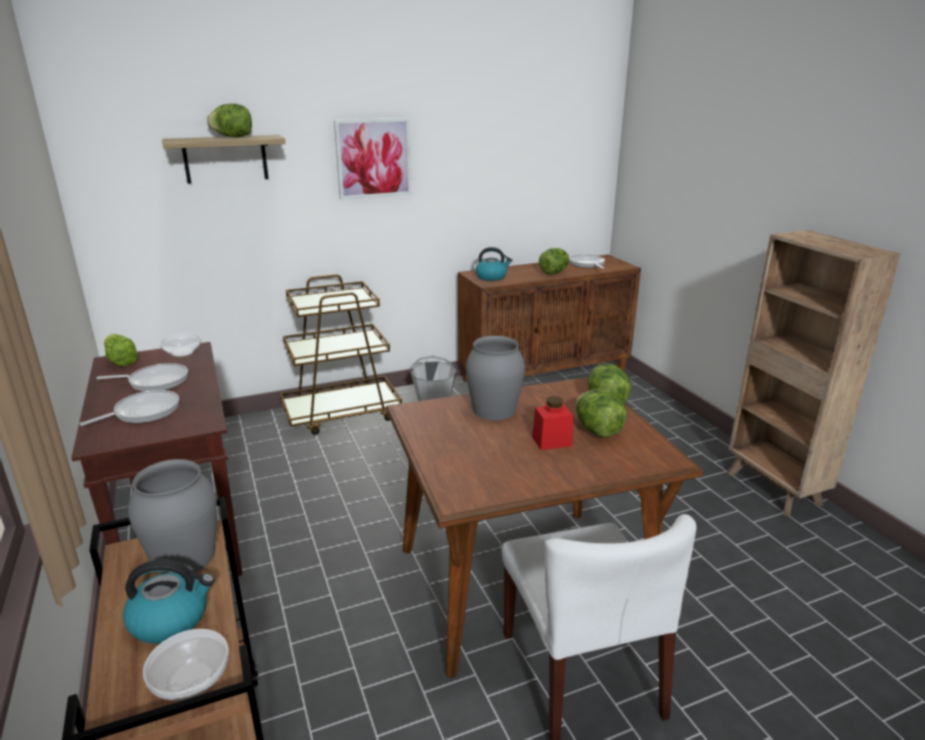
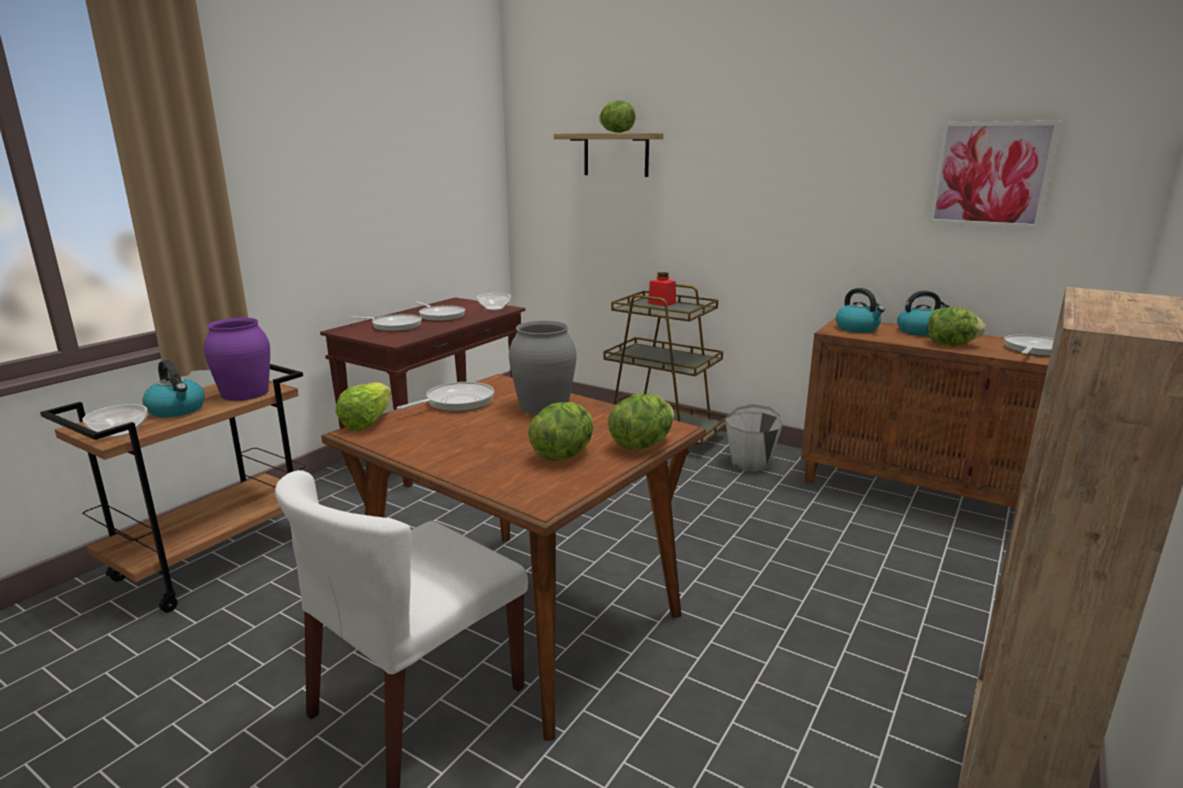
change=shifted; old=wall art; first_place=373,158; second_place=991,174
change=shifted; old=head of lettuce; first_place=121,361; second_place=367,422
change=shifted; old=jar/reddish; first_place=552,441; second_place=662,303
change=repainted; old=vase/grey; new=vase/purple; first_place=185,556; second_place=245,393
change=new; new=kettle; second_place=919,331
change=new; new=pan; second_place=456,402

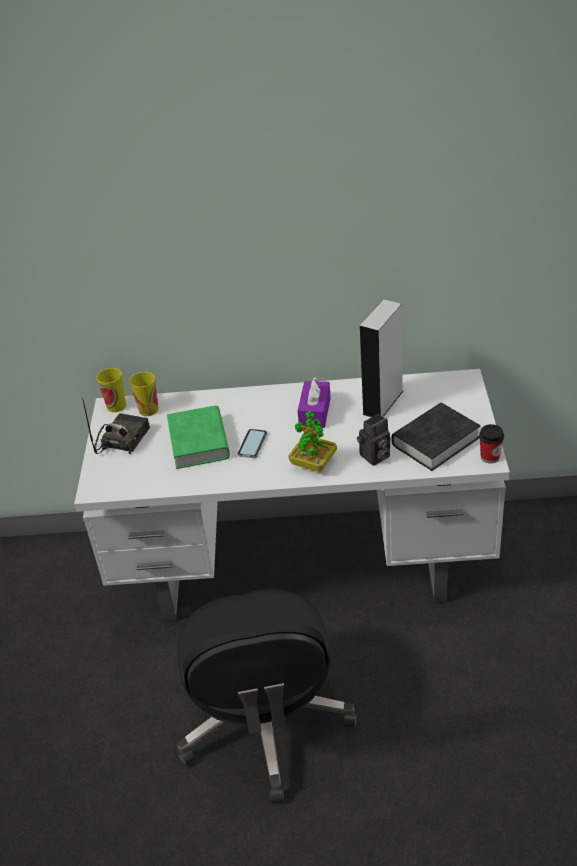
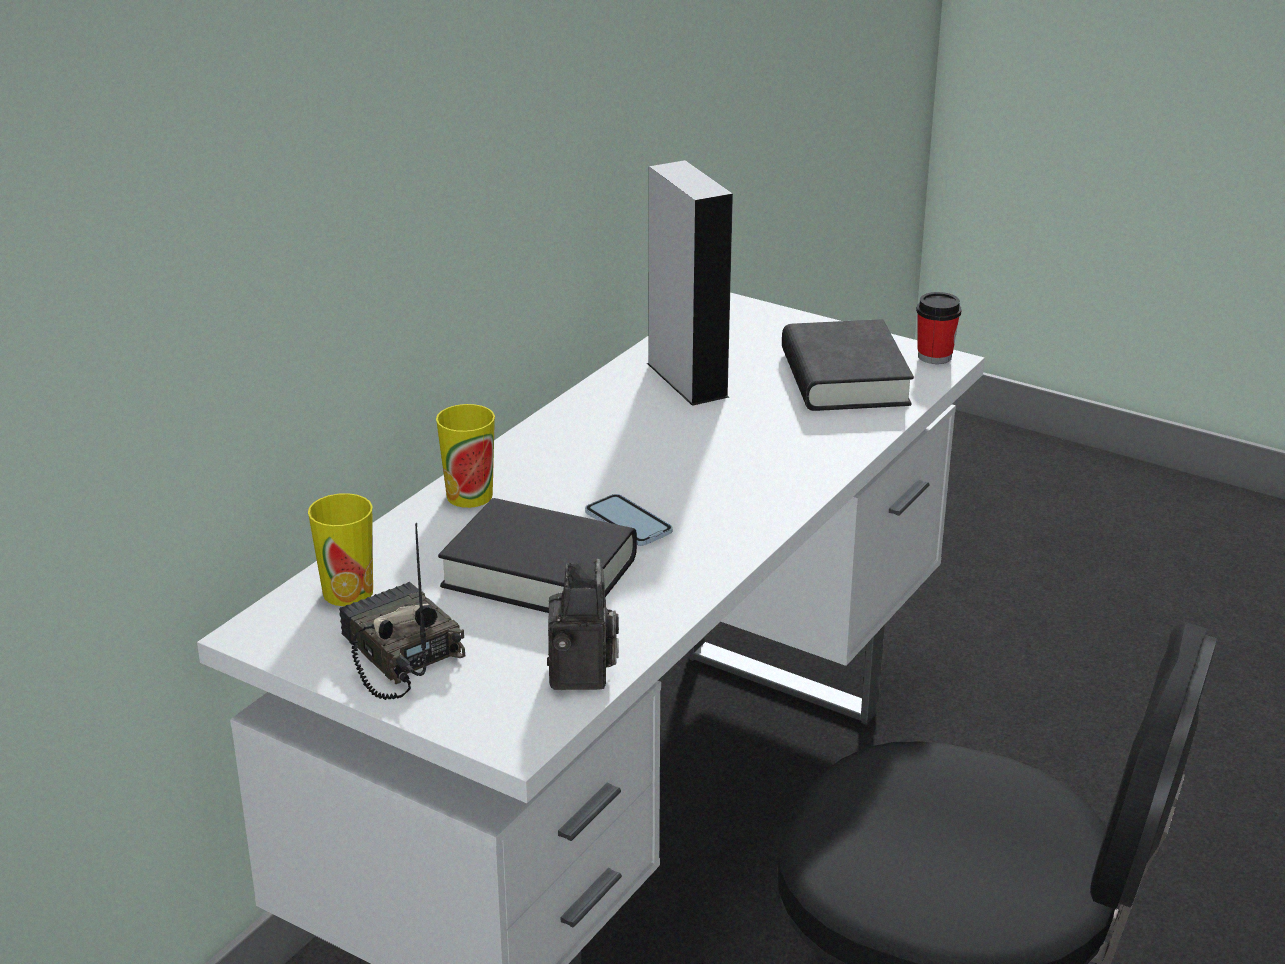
change=shifted; old=small cup; first_place=116,406; second_place=469,496
change=gone; old=tissue holder/purple; first_place=315,412
change=repainted; old=volume/green-coloured; new=volume/black; first_place=199,442; second_place=539,572
change=gone; old=houseplant; first_place=313,464
change=shifted; old=photo camera; first_place=375,457; second_place=583,675

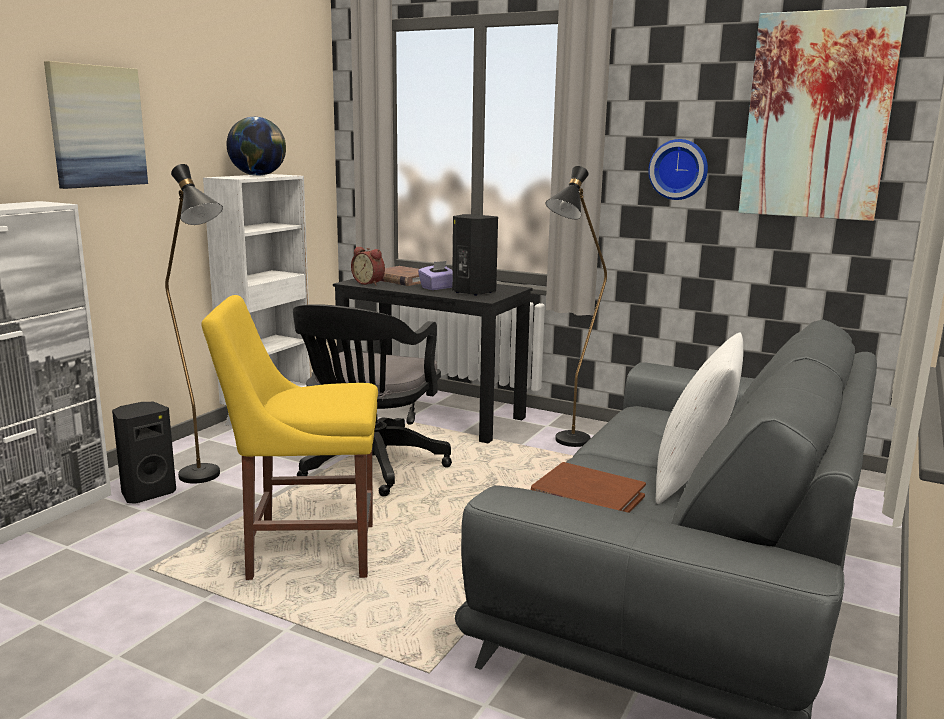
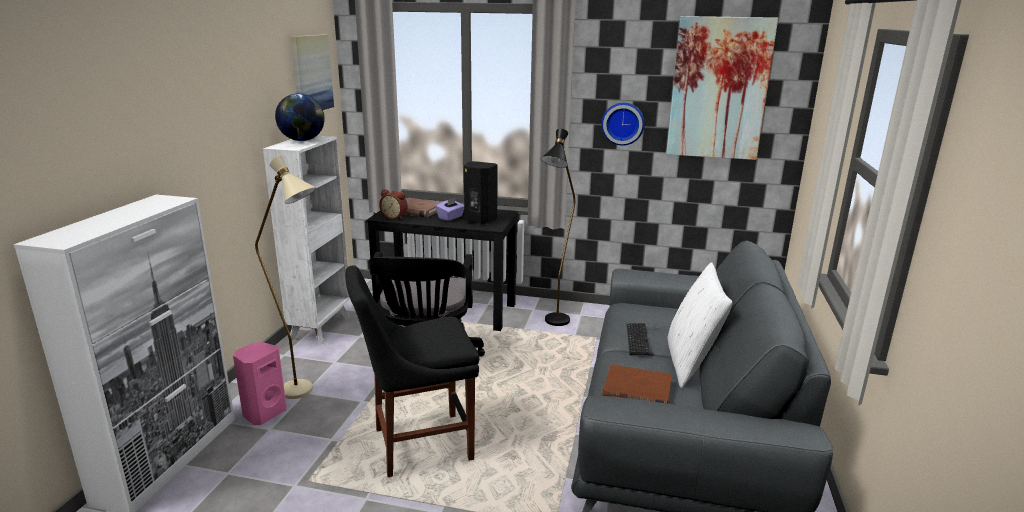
change=shifted; old=wall art; first_place=96,126; second_place=311,73
change=repainted; old=standing lamp/black; new=standing lamp/beige-coloured; first_place=207,479; second_place=305,393
change=repainted; old=upright chair/yellow; new=upright chair/black; first_place=305,551; second_place=417,445
change=repainted; old=loudspeaker/black; new=loudspeaker/pinkish; first_place=147,493; second_place=263,413
change=new; new=keyboard; second_place=637,340

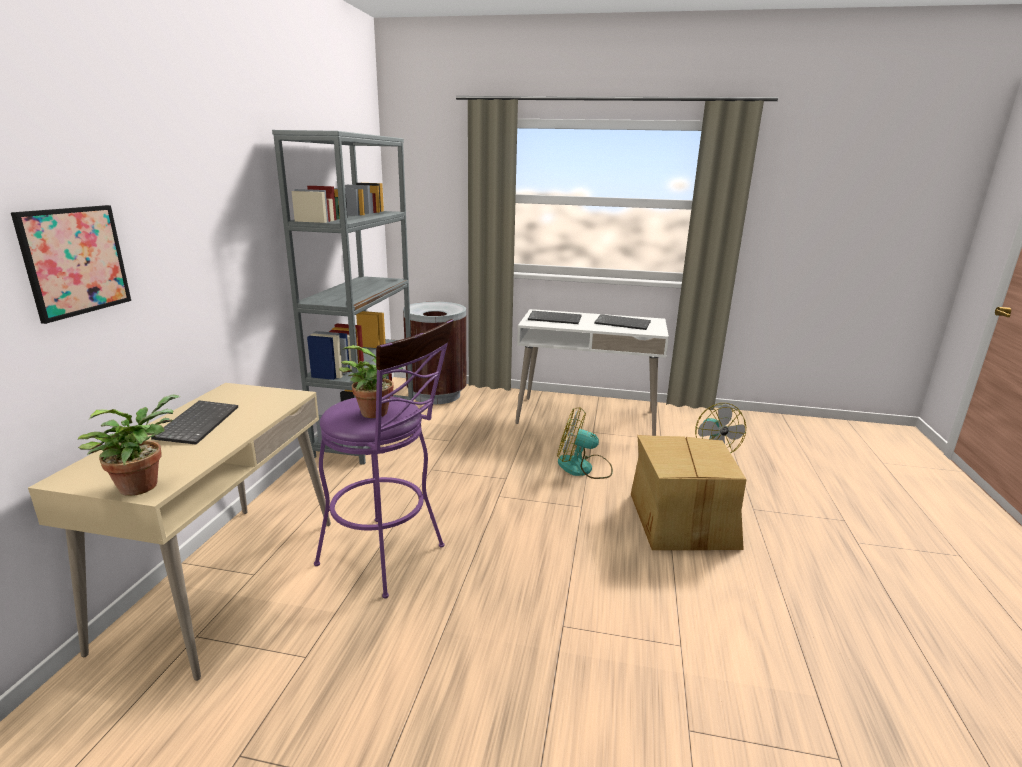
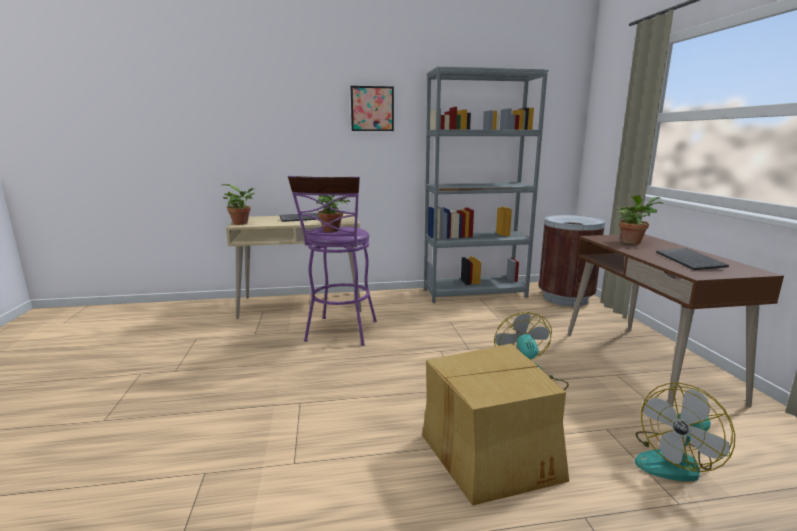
change=shifted; old=wall art; first_place=75,261; second_place=372,109
change=repainted; old=desk/whitish; new=desk/brown-coloured; first_place=586,417; second_place=645,366
change=swapped; old=keyboard; new=houseplant; first_place=555,319; second_place=632,241

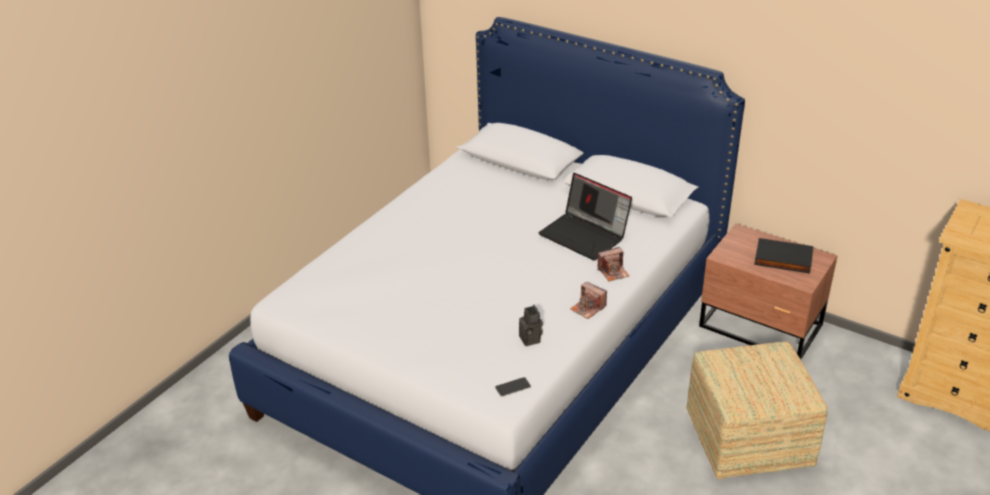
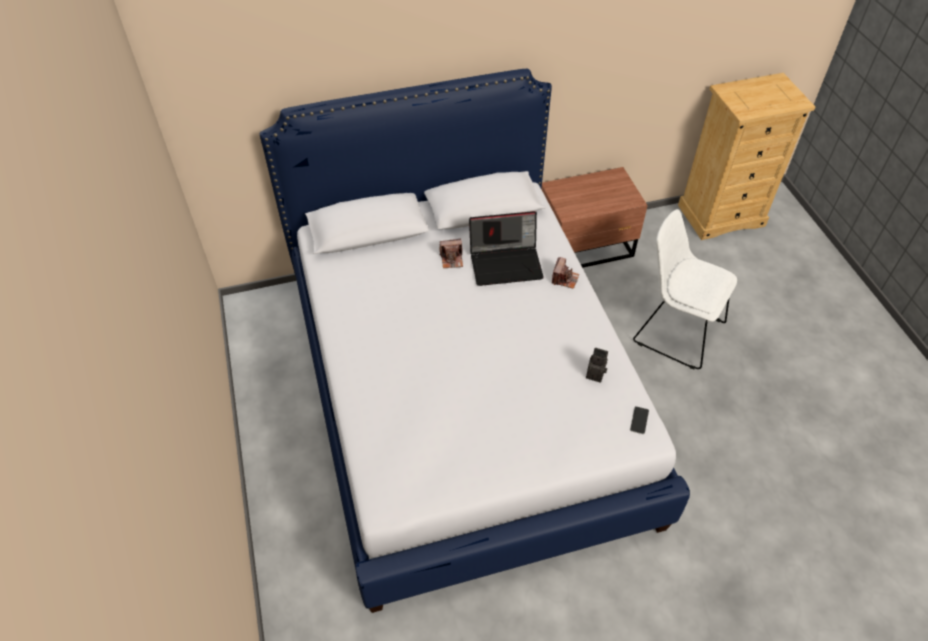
change=gone; old=volume/black; first_place=782,259
change=shifted; old=photo camera; first_place=587,308; second_place=452,259
change=swapped; old=pouffe; new=upright chair/whitish; first_place=749,439; second_place=675,330

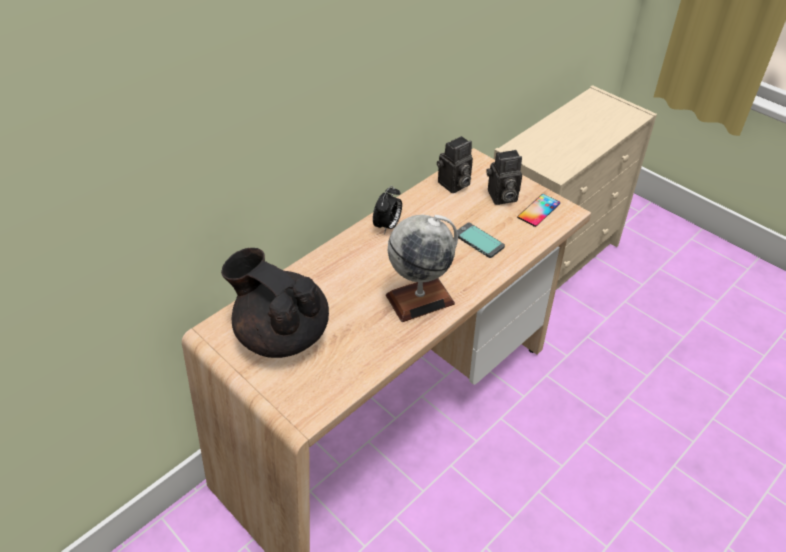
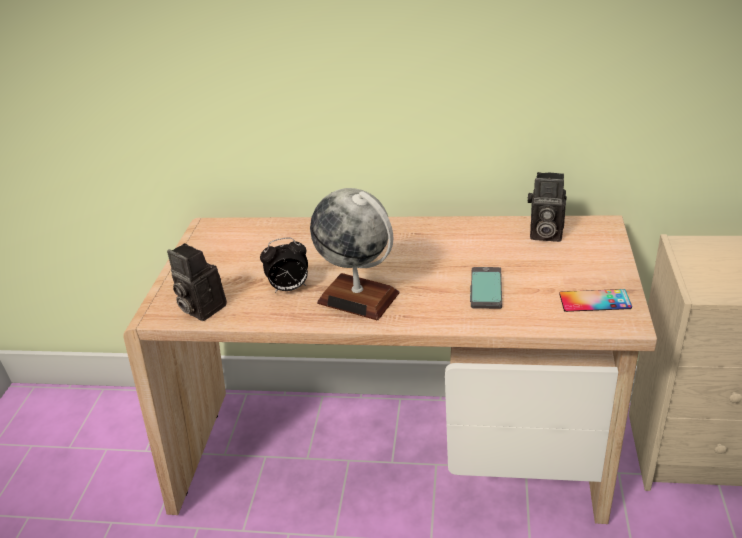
change=shifted; old=photo camera; first_place=501,197; second_place=201,308
change=shifted; old=table clock; first_place=388,226; second_place=289,288
change=gone; old=pot for tea/black; first_place=282,334

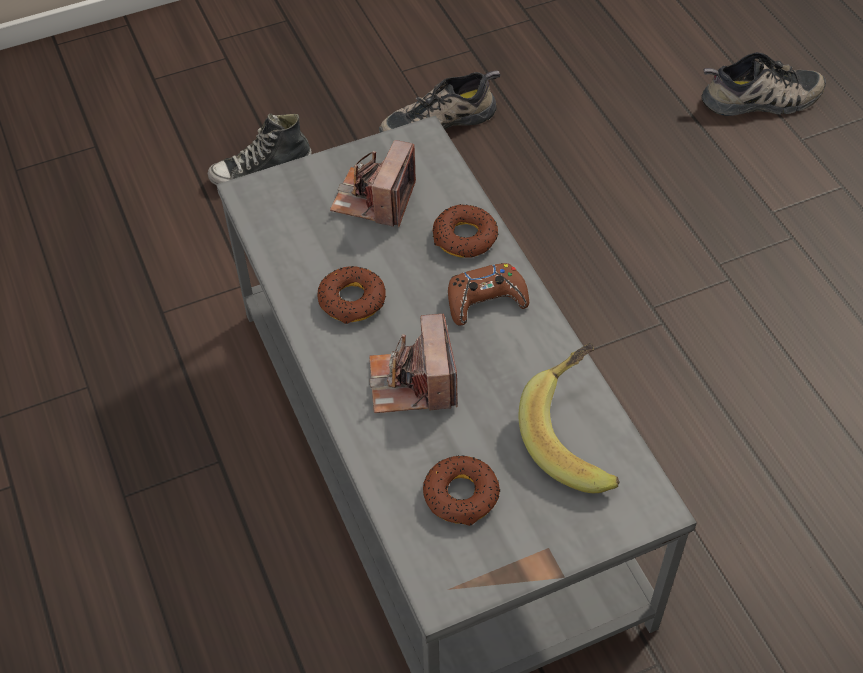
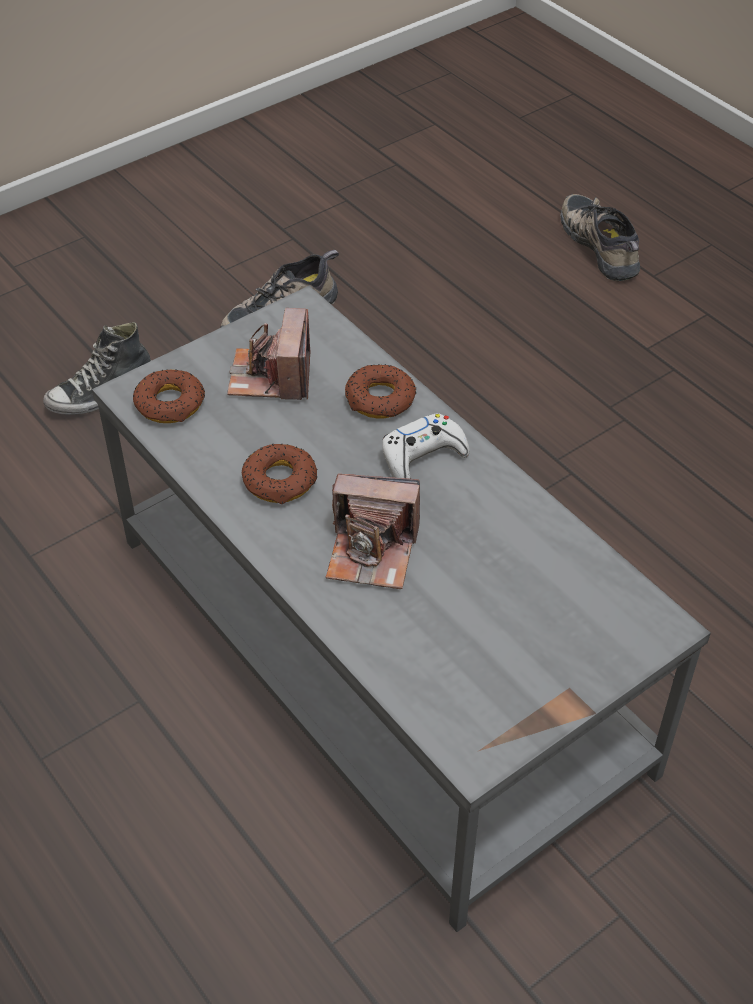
change=rotated; old=low shoe; first_place=760,101; second_place=602,245; degrees=-90
change=repainted; old=game controller/brown-coloured; new=game controller/whitish; first_place=485,300; second_place=422,456
change=rotated; old=photo camera; first_place=413,383; second_place=372,551; degrees=-60
change=gone; old=whole banana; first_place=578,436
change=shifted; old=doughnut; first_place=461,495; second_place=170,403

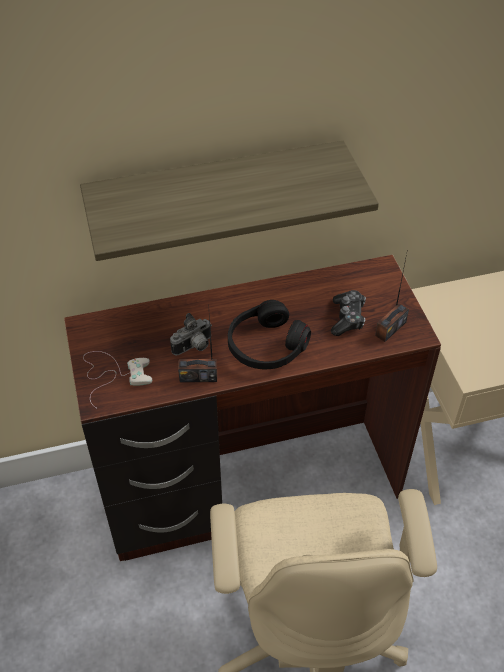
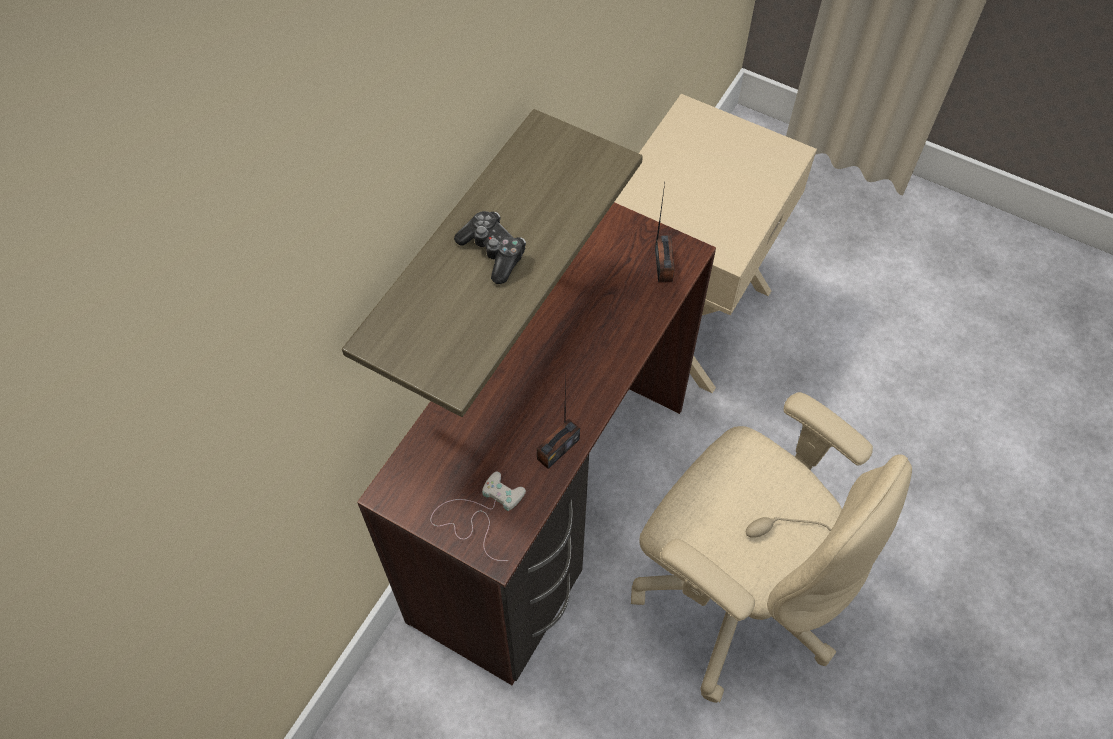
change=shifted; old=game controller; first_place=347,318; second_place=493,252
change=gone; old=headset/black; first_place=266,345
change=gone; old=photo camera; first_place=194,347

